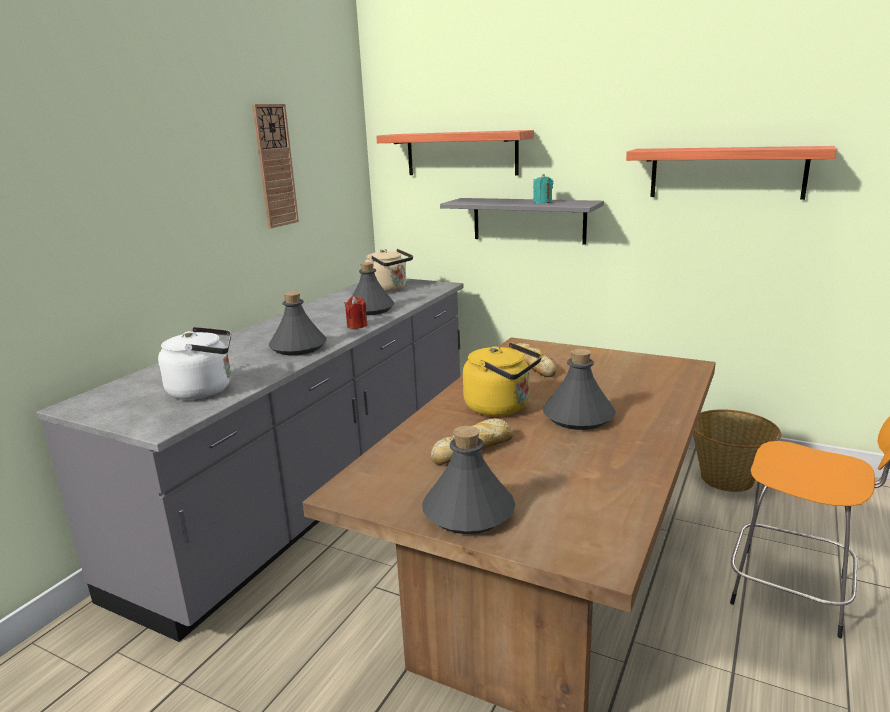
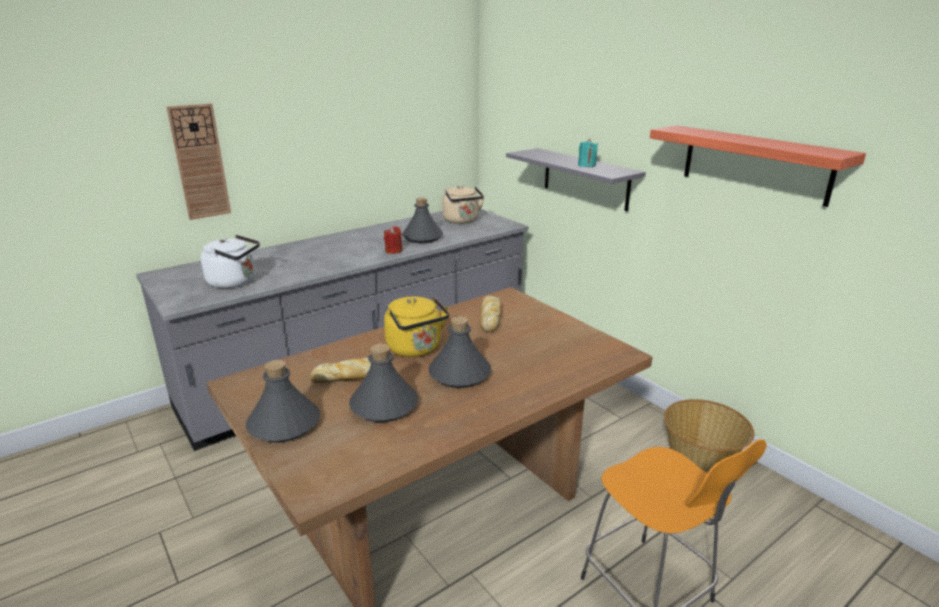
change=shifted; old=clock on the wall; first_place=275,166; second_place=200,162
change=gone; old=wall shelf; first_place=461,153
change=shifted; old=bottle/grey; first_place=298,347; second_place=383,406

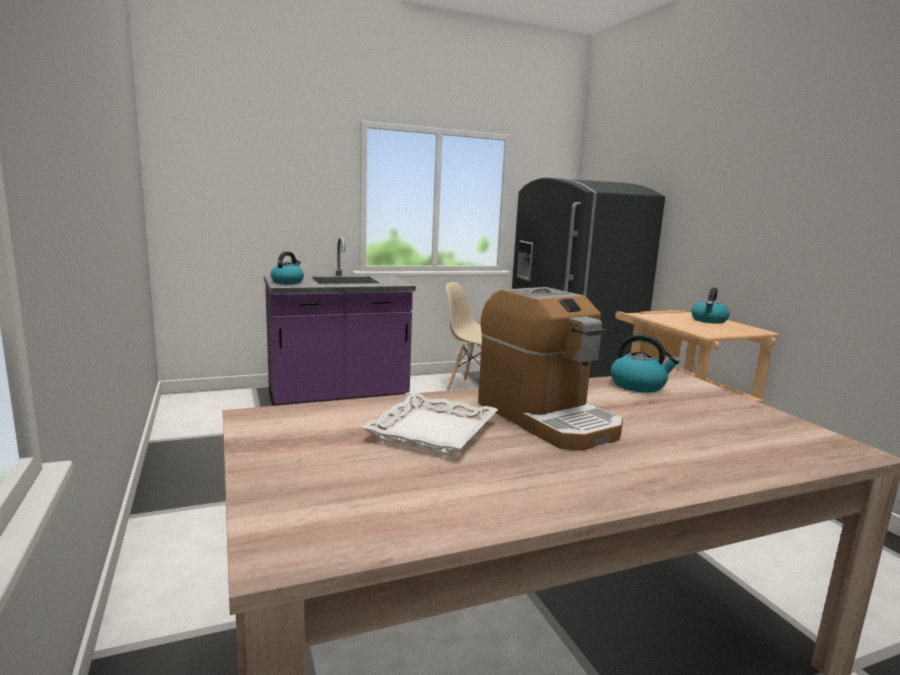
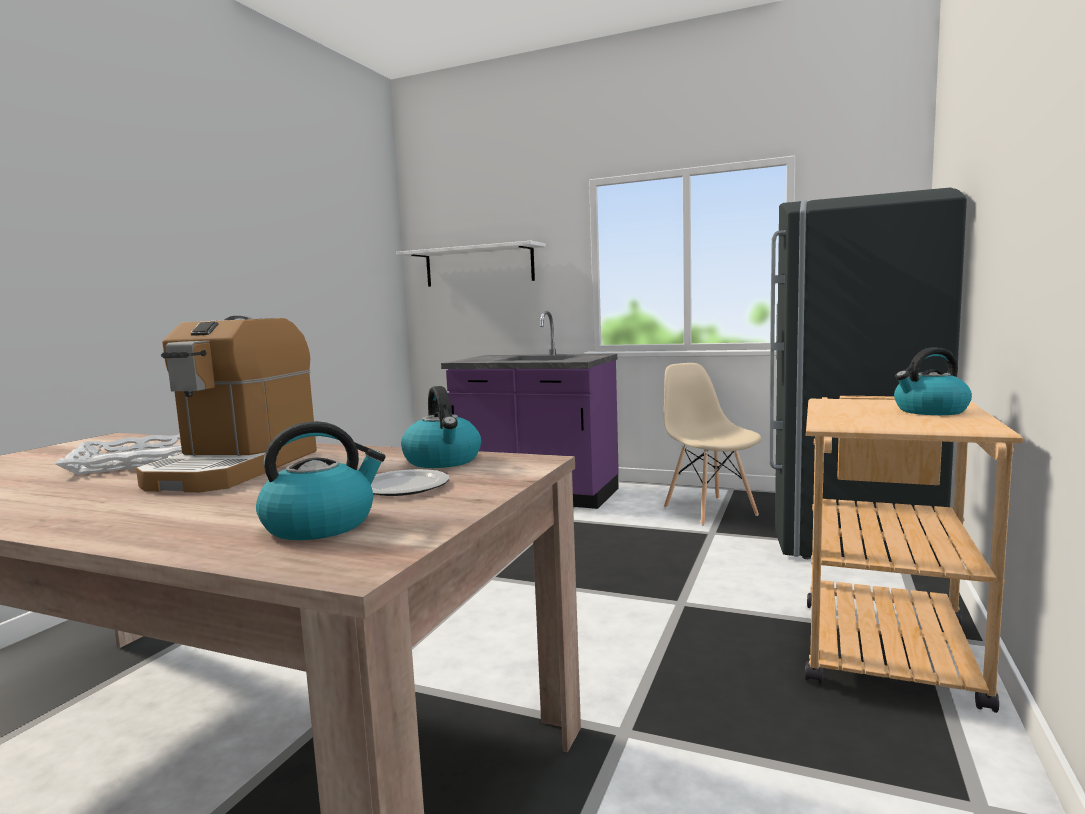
change=shifted; old=kettle; first_place=287,282; second_place=321,525
change=new; new=wall shelf/whitish; second_place=479,266
change=new; new=flat dish; second_place=403,487

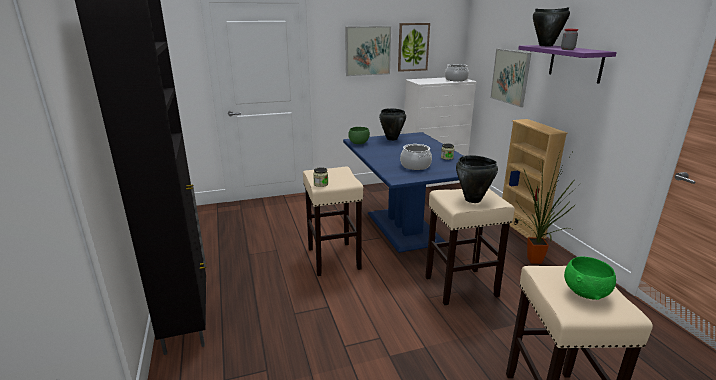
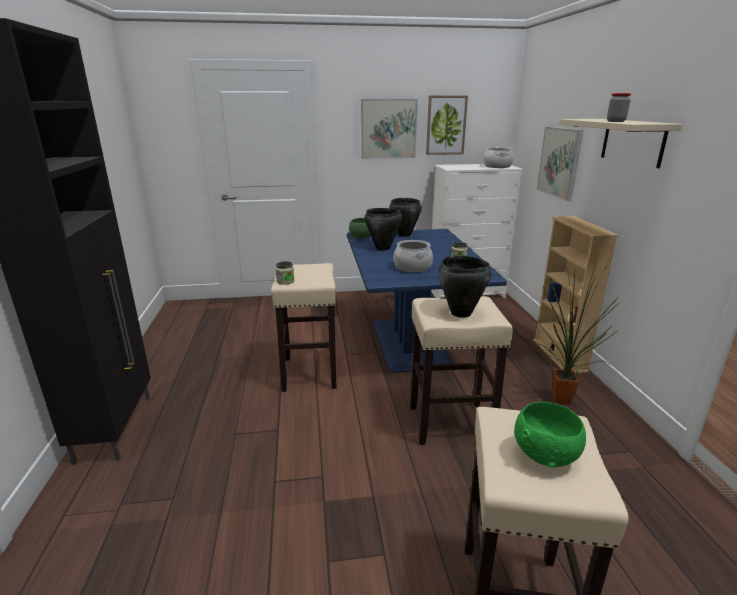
change=shifted; old=stockpot/black; first_place=546,45; second_place=383,248
change=repainted; old=wall shelf/purple; new=wall shelf/beige-coloured; first_place=575,63; second_place=632,142

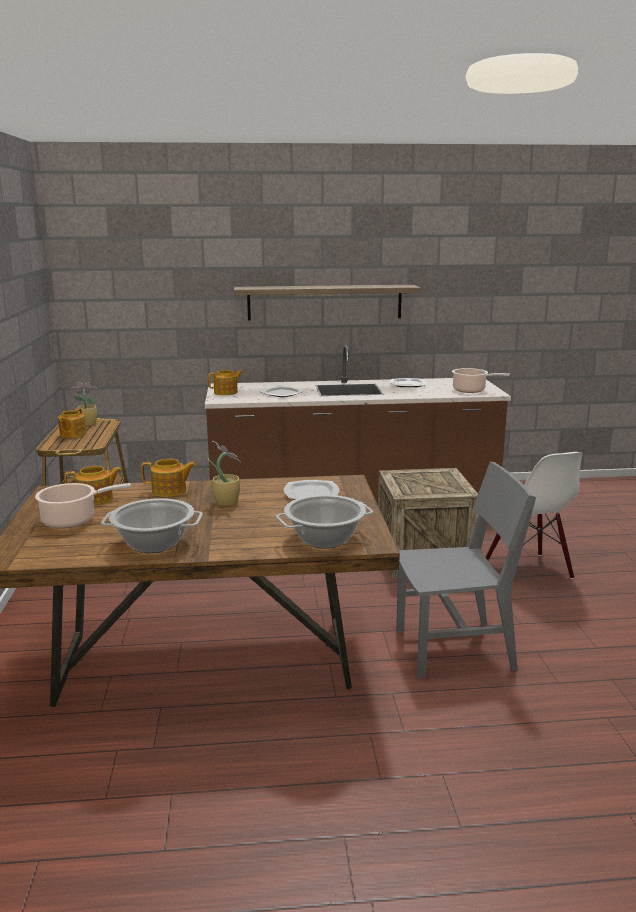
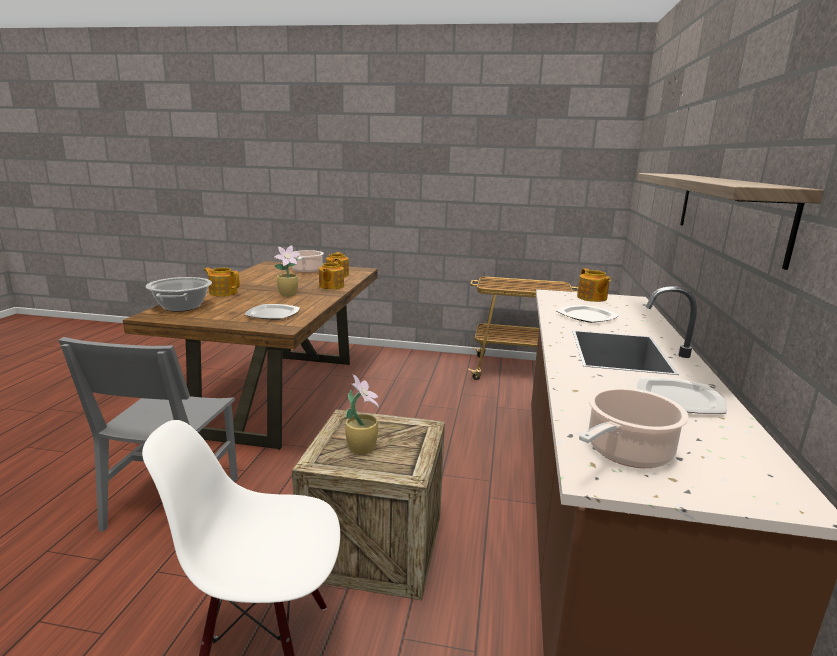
change=shifted; old=houseplant; first_place=87,424; second_place=362,448
change=shifted; old=pot for tea; first_place=72,434; second_place=223,292
change=gone; old=stockpot; first_place=154,544

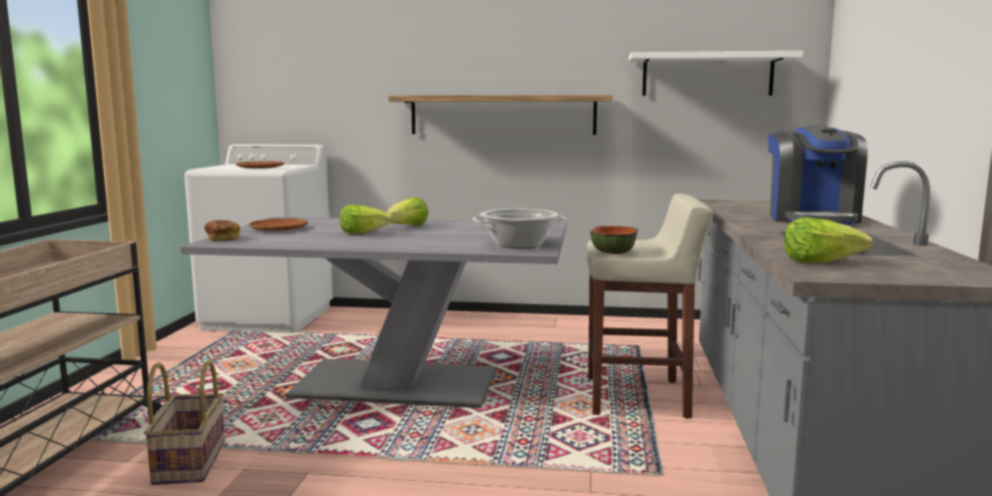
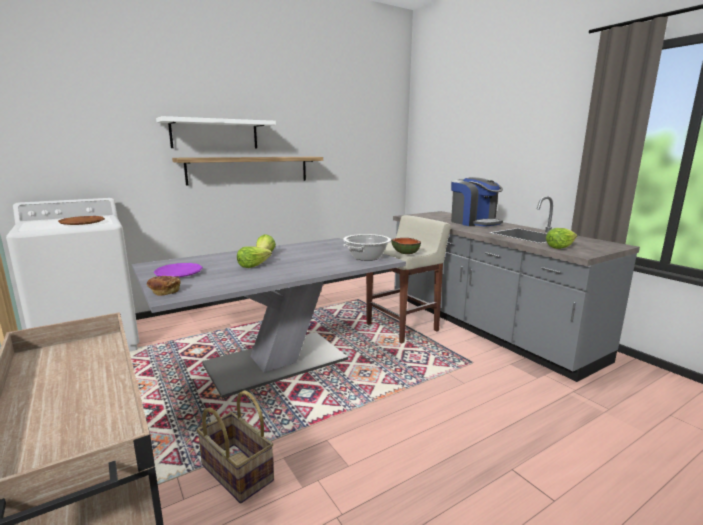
change=shifted; old=wall shelf/whitish; first_place=707,75; second_place=215,134
change=repainted; old=flat dish/brown-coloured; new=flat dish/purple; first_place=278,229; second_place=179,273

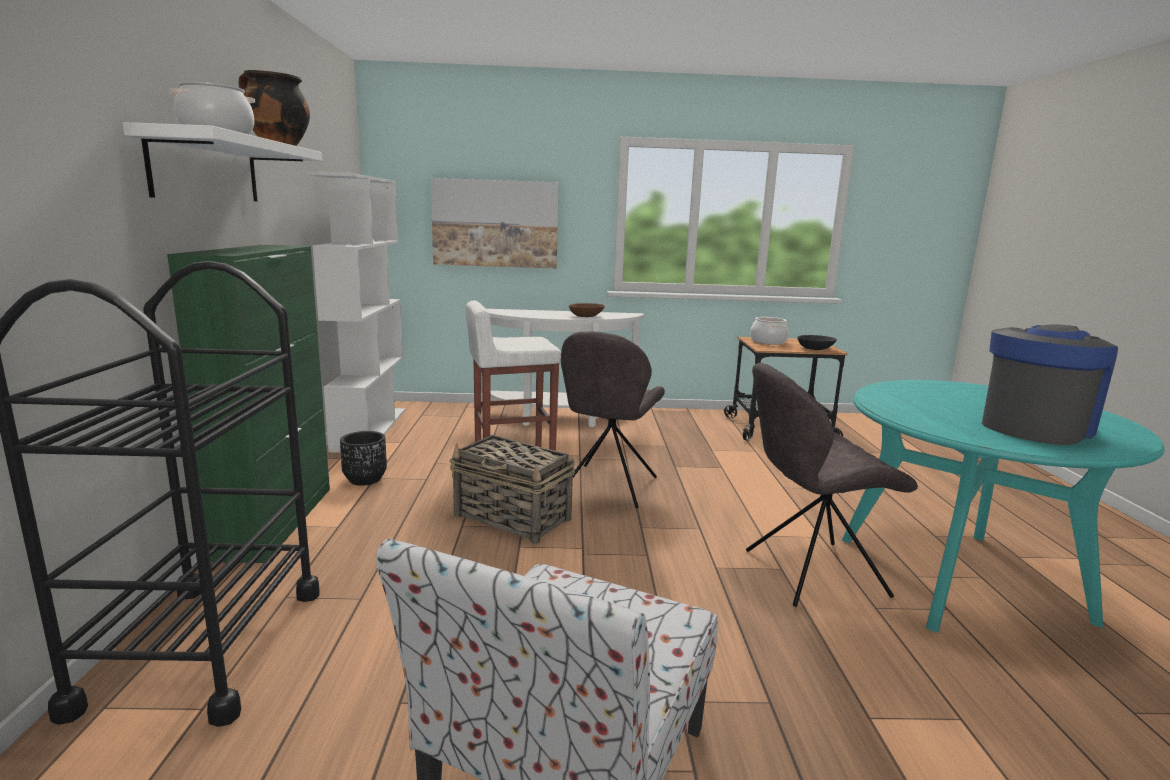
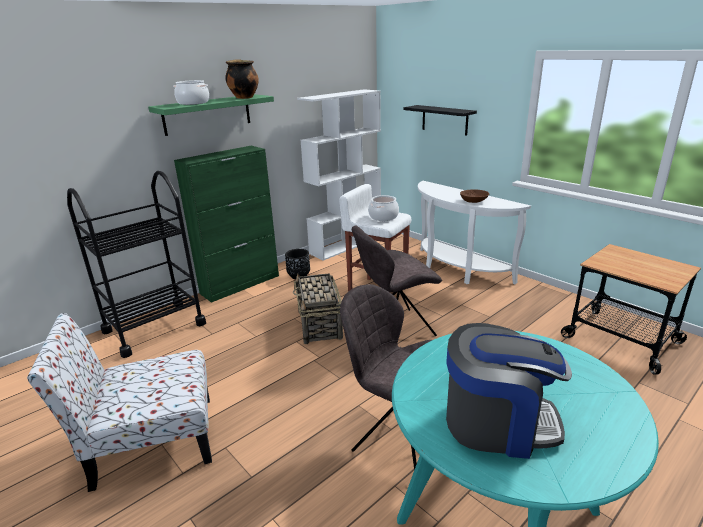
change=repainted; old=wall shelf/whitish; new=wall shelf/green-coloured; first_place=206,169; second_place=207,114
change=swapped; old=wall art; new=wall shelf/black; first_place=495,223; second_place=444,120
change=shifted; old=stockpot; first_place=768,341; second_place=383,217
change=gone; old=bowl/black; first_place=815,348

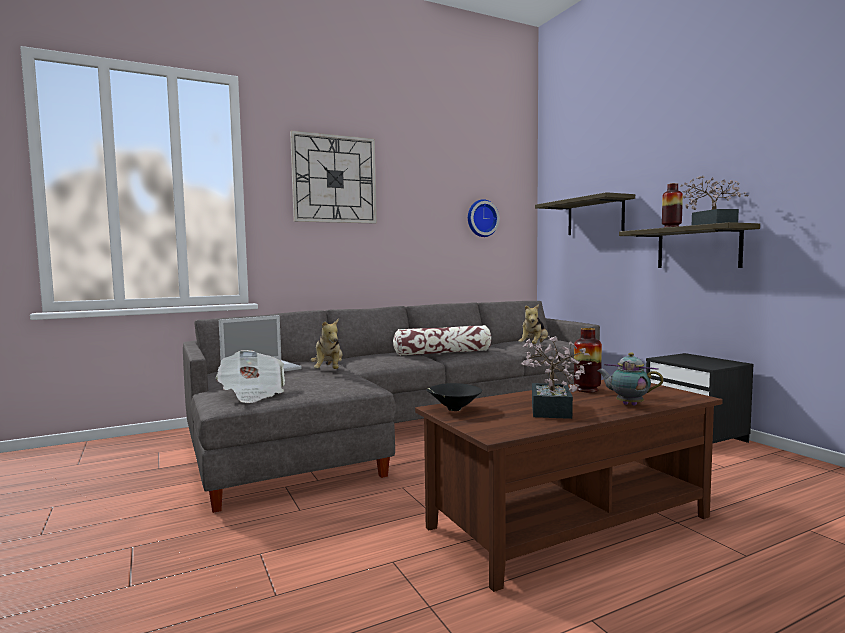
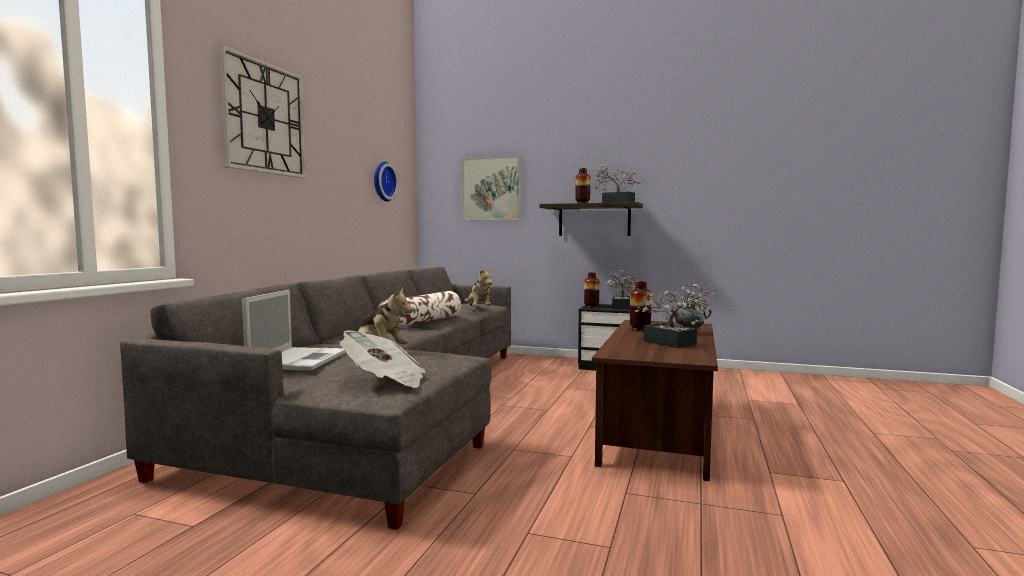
change=swapped; old=wall shelf; new=wall art; first_place=595,216; second_place=491,189
change=gone; old=bowl/black; first_place=453,409
change=new; new=houseplant; second_place=621,308
change=new; new=vase; second_place=591,307

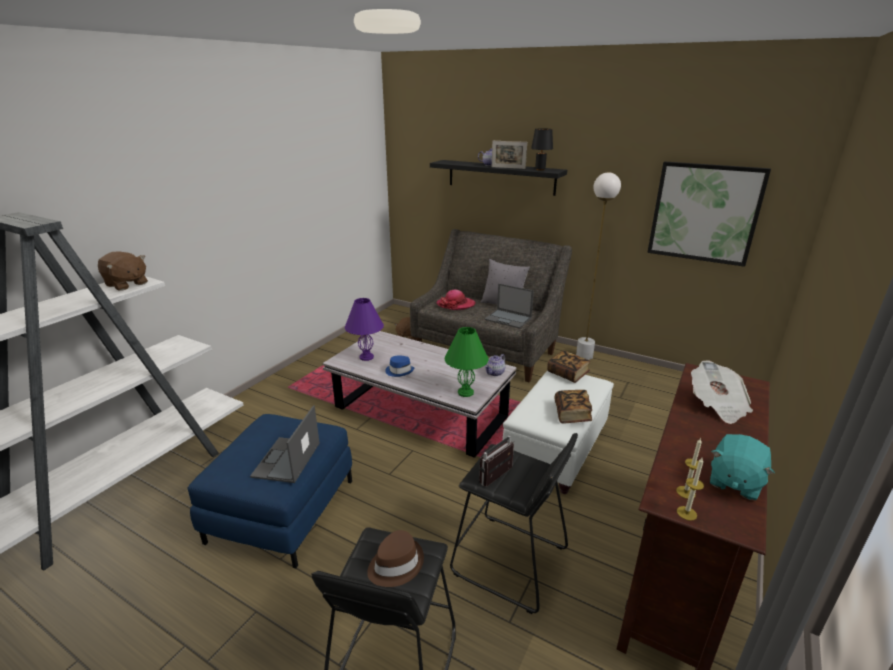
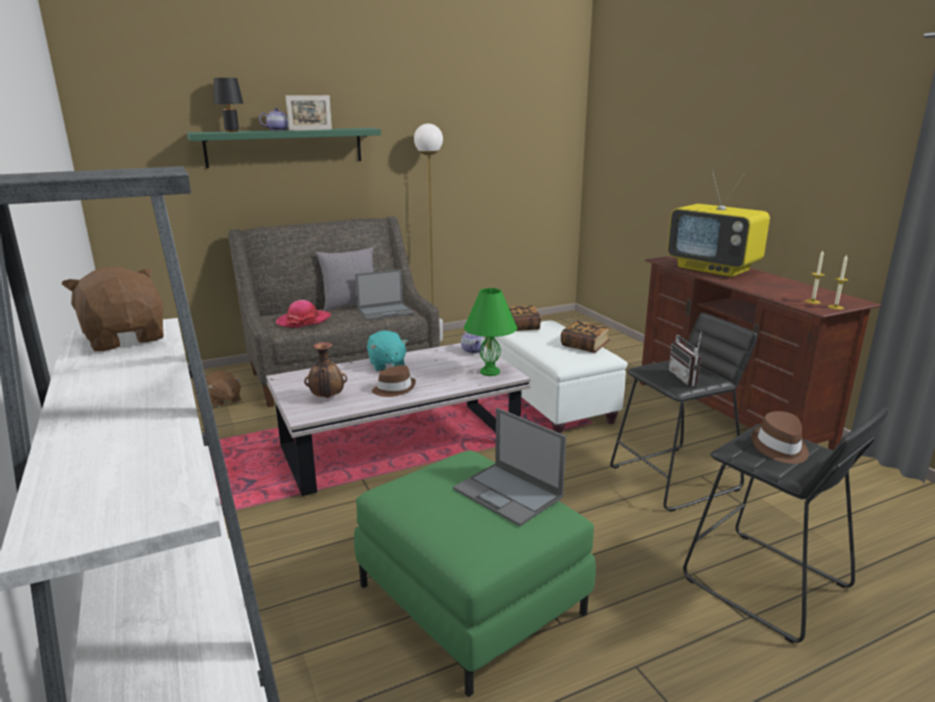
change=shifted; old=tabletop lamp/black; first_place=540,169; second_place=231,131
change=repainted; old=wall shelf/black; new=wall shelf/green-coloured; first_place=500,177; second_place=285,147
change=gone; old=wall art; first_place=704,213
change=rotated; old=plush toy/brown-coloured; first_place=126,284; second_place=126,338; degrees=-105
change=swapped; old=tabletop lamp/purple; new=vase; first_place=366,357; second_place=327,397
change=repainted; old=wearable hat/bluish; new=wearable hat/brown-coloured; first_place=399,371; second_place=394,389
change=swapped; old=printed paper; new=TV; first_place=717,405; second_place=714,269
change=repainted; old=pouffe/bluish; new=pouffe/green-coloured; first_place=282,510; second_place=470,599
change=shifted; old=plush toy/blue-green; first_place=734,482; second_place=386,365

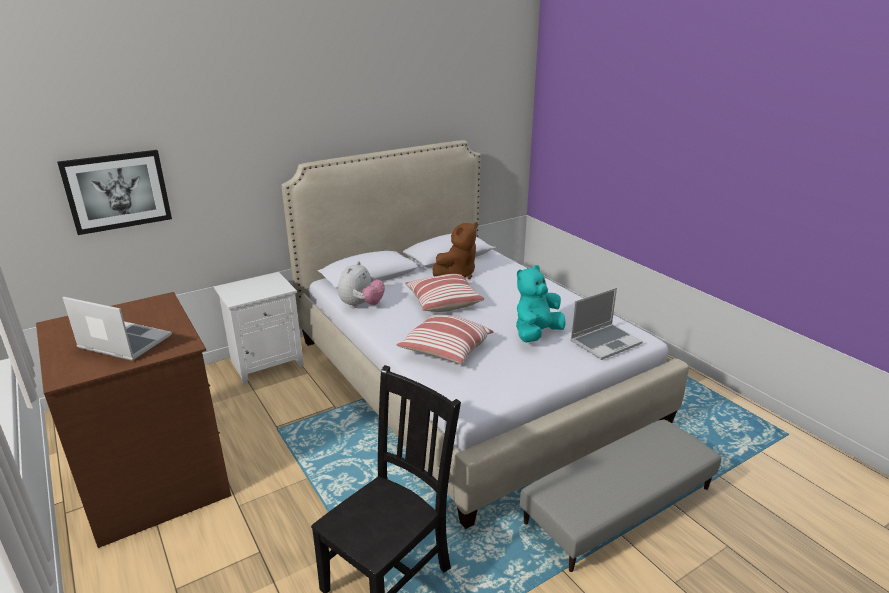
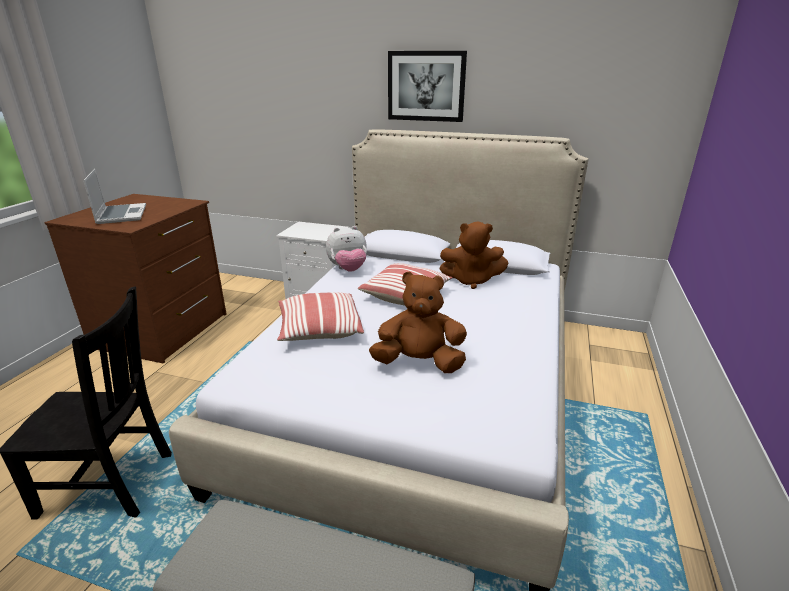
change=shifted; old=wall art; first_place=117,191; second_place=426,86
change=repainted; old=plush toy/blue-green; new=plush toy/brown-coloured; first_place=536,334; second_place=419,363
change=gone; old=portable computer; first_place=605,342

